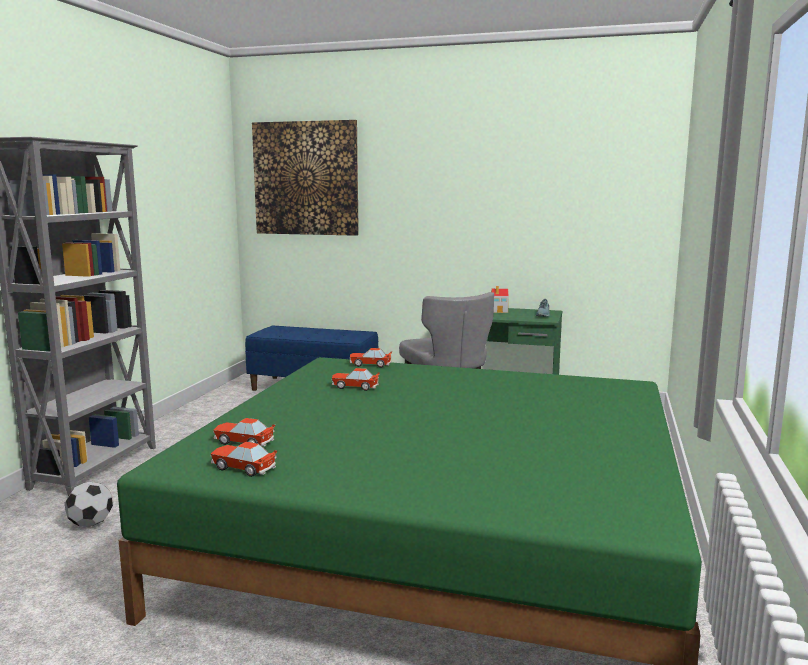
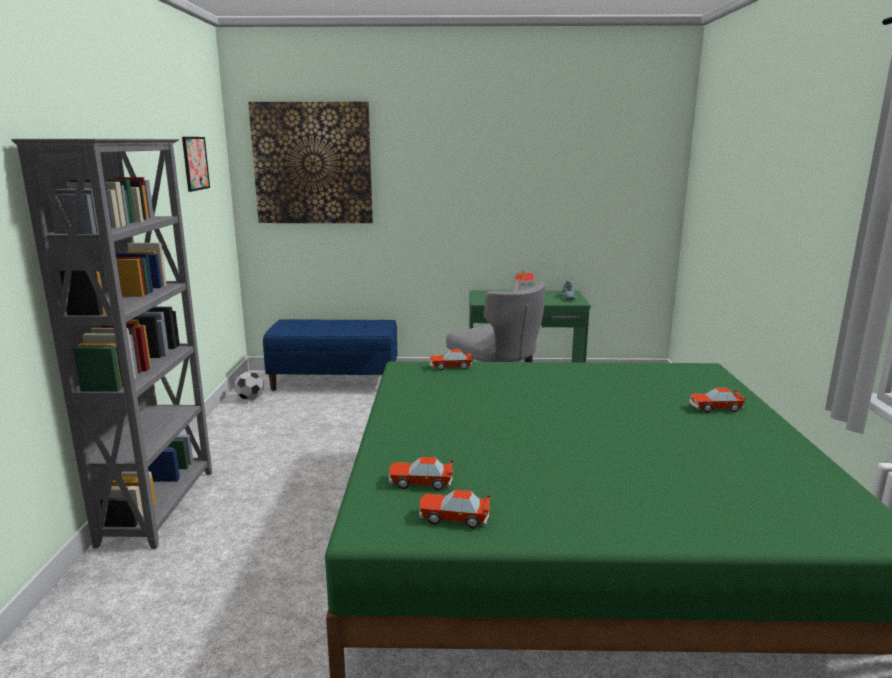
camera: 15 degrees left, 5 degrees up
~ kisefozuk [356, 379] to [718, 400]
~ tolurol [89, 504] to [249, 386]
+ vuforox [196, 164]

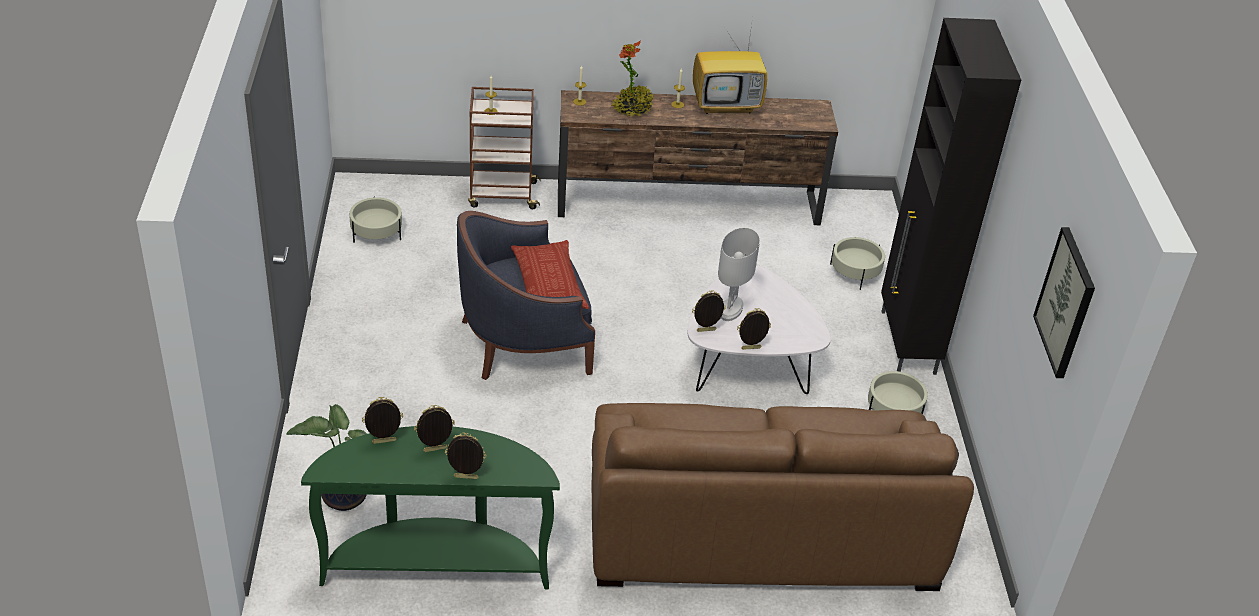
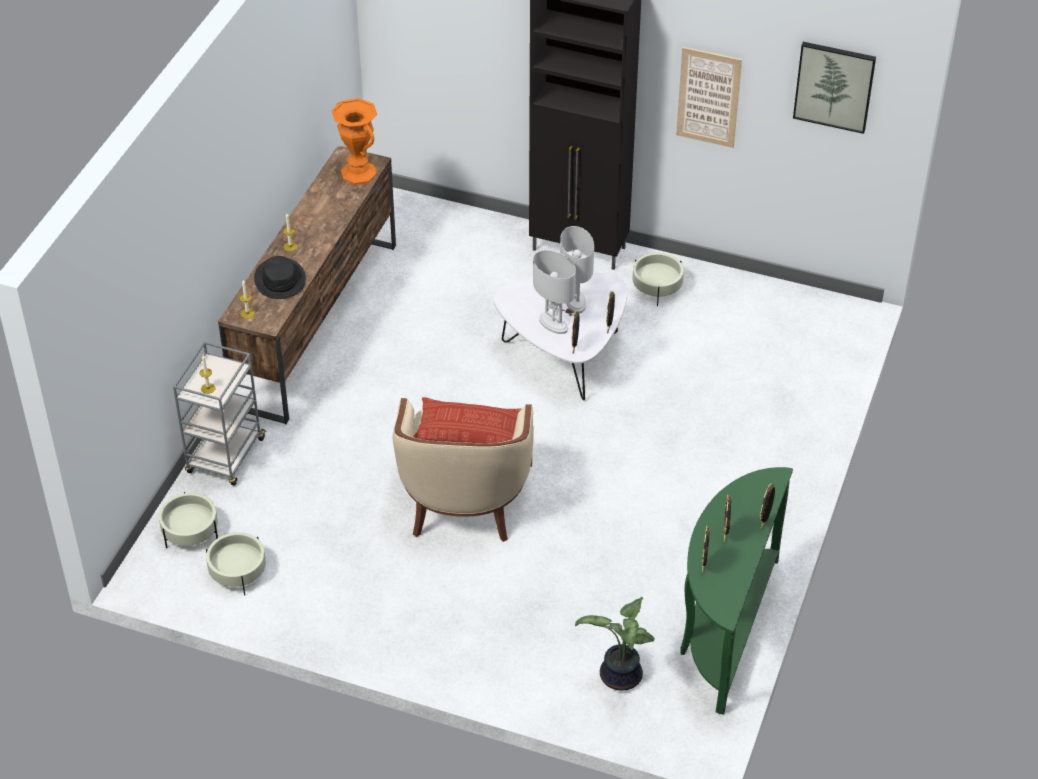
camera: 65 degrees left, 5 degrees up
- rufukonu [730, 69]
~ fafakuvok [632, 79] to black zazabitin [280, 277]
~ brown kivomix [504, 148] to grey kivomix [220, 413]
~ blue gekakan [526, 295] to beige gekakan [463, 470]
~ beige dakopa [857, 263] to [188, 520]
- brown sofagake [783, 497]
+ vuforox [709, 97]
+ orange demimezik [354, 141]
+ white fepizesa [577, 269]

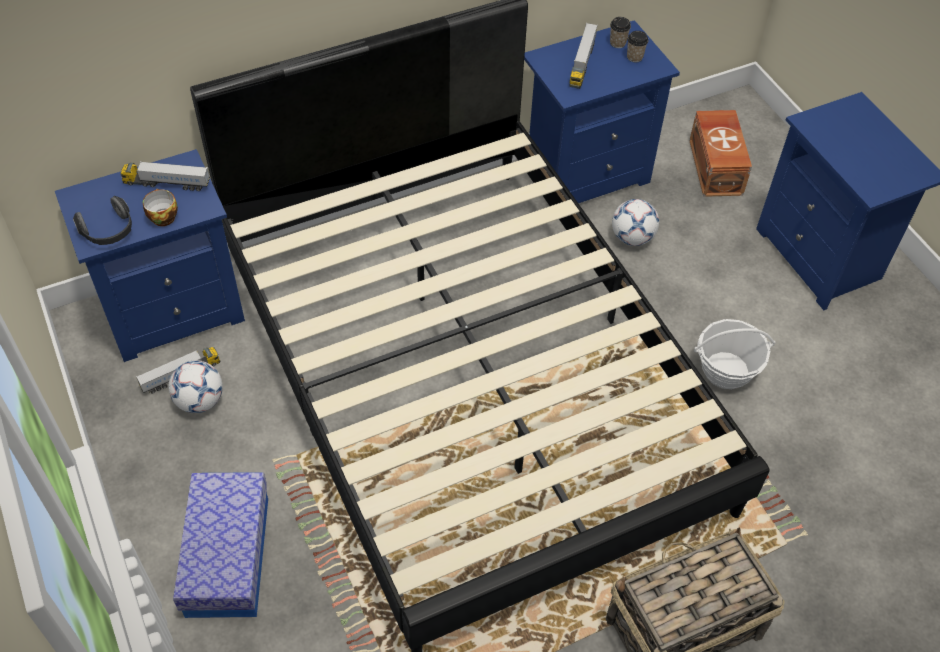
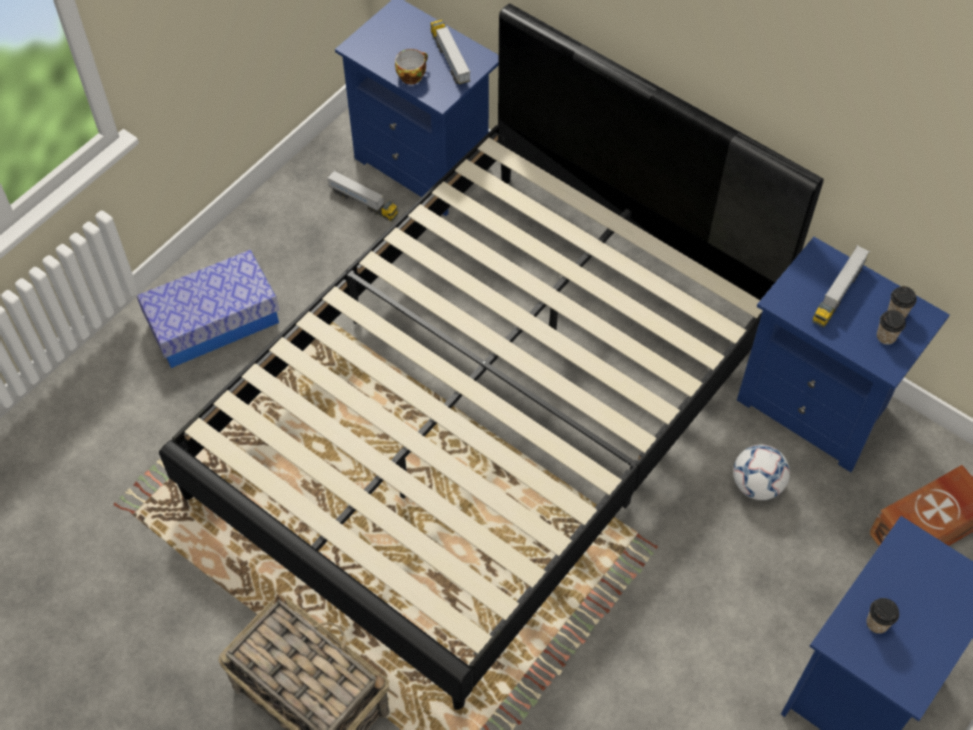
camera: 65 degrees right, 5 degrees up
~ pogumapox [583, 56] = [841, 286] 45 degrees counterclockwise
- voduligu [102, 220]
- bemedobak [735, 354]
- tolurol [195, 387]
+ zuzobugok [883, 616]

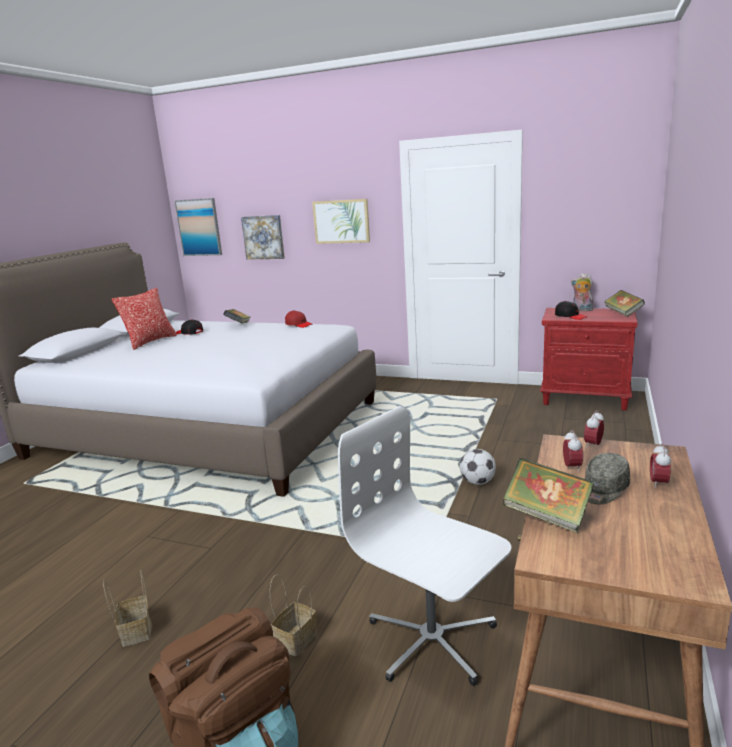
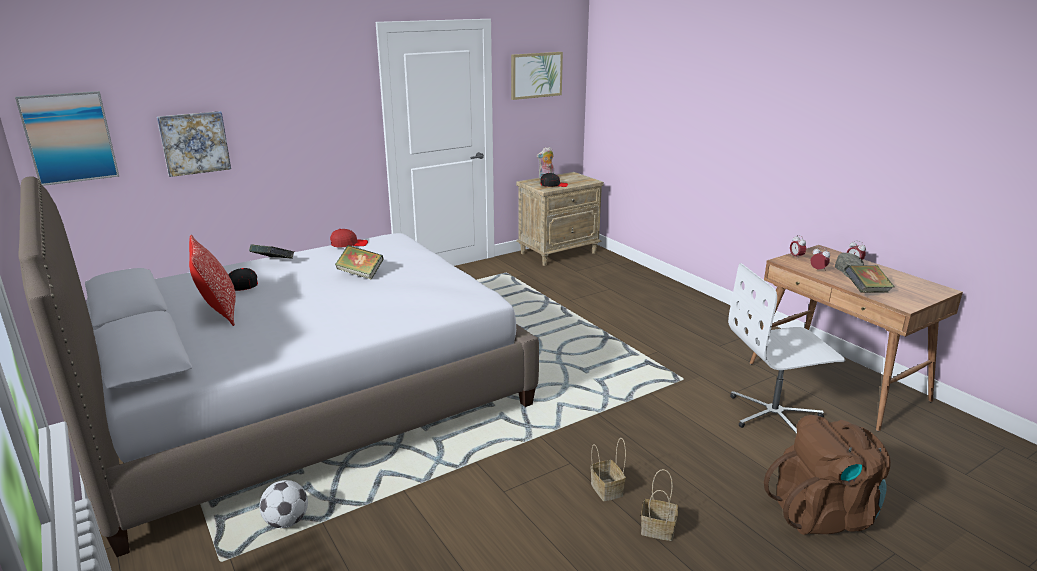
camera: 55 degrees left, 5 degrees up
~ vuforox [341, 221] to [537, 76]
~ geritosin [624, 303] to [359, 262]
~ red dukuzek [589, 359] to beige dukuzek [560, 219]
~ tolurol [478, 467] to [283, 504]
~ bemedobak [293, 615] to [608, 469]

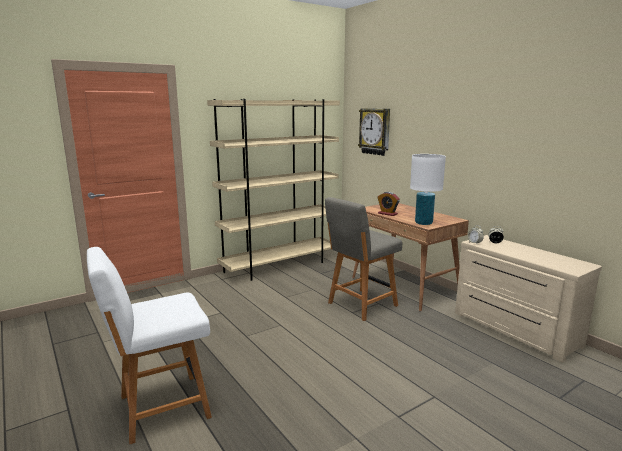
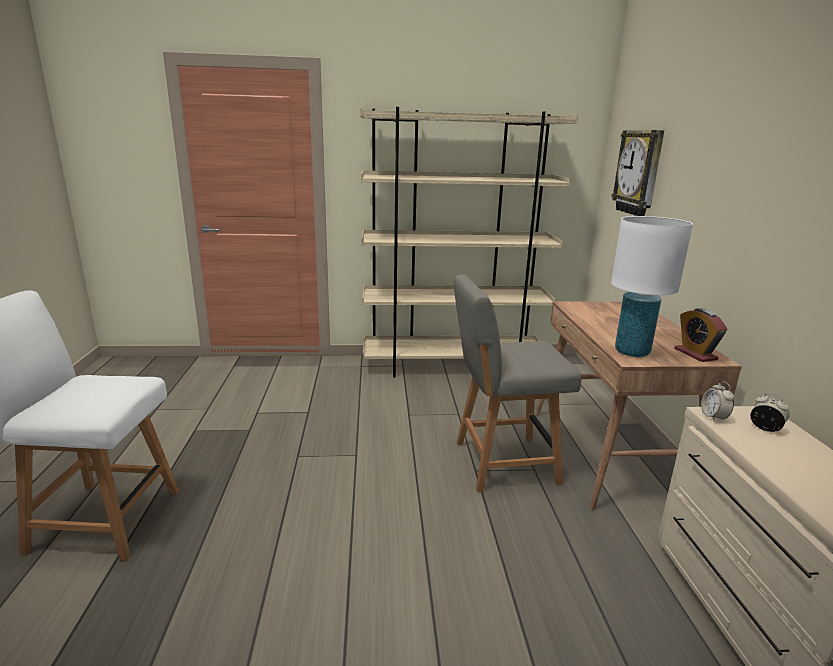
camera: 30 degrees right, 5 degrees up
~ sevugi [389, 204] to [701, 335]

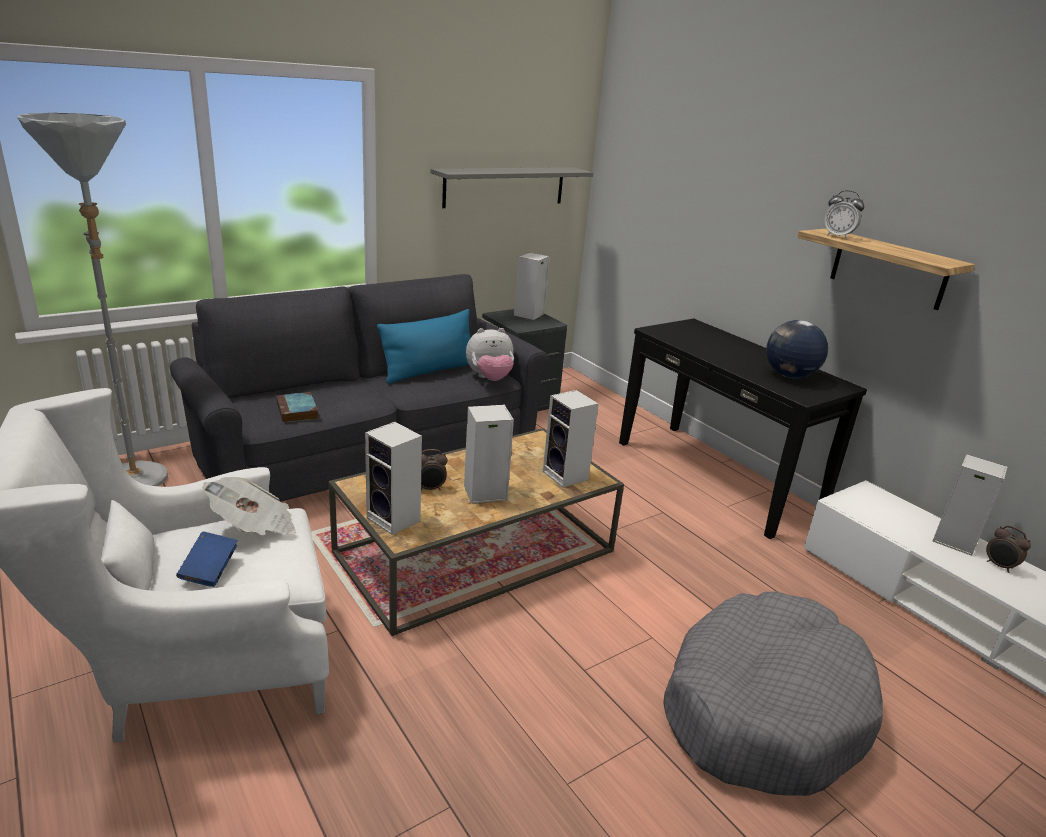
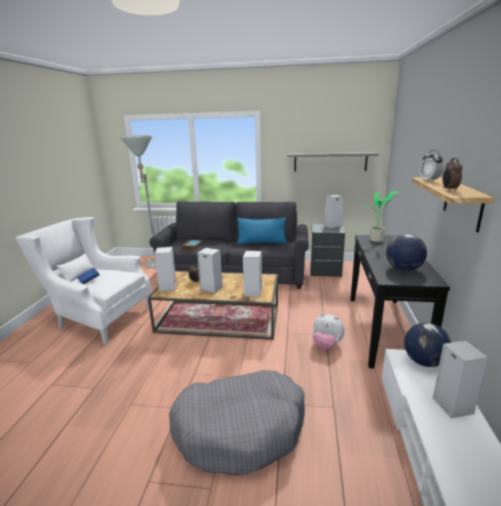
camera: 45 degrees right, 5 degrees down
~ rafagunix [490, 354] to [328, 332]
- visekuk [249, 506]
~ sevugi [1008, 549] to [452, 174]
+ fafakuvok [381, 216]
+ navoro [427, 345]

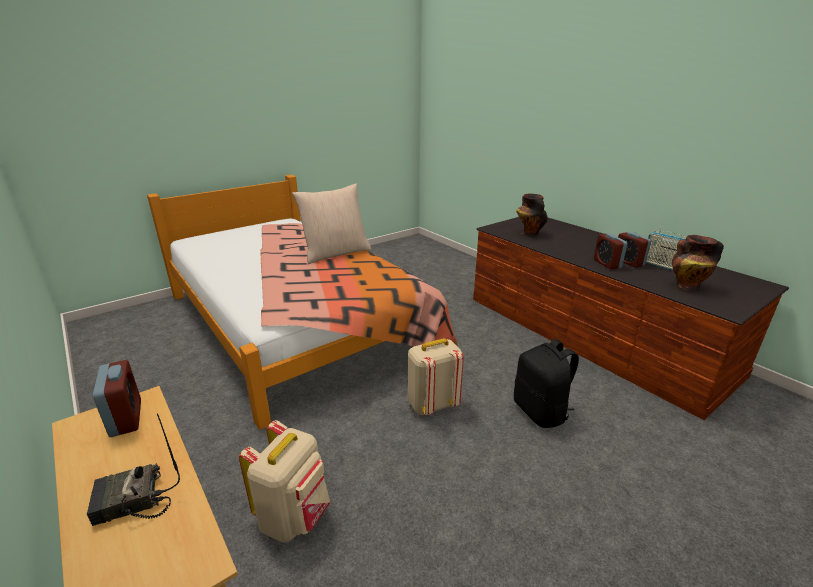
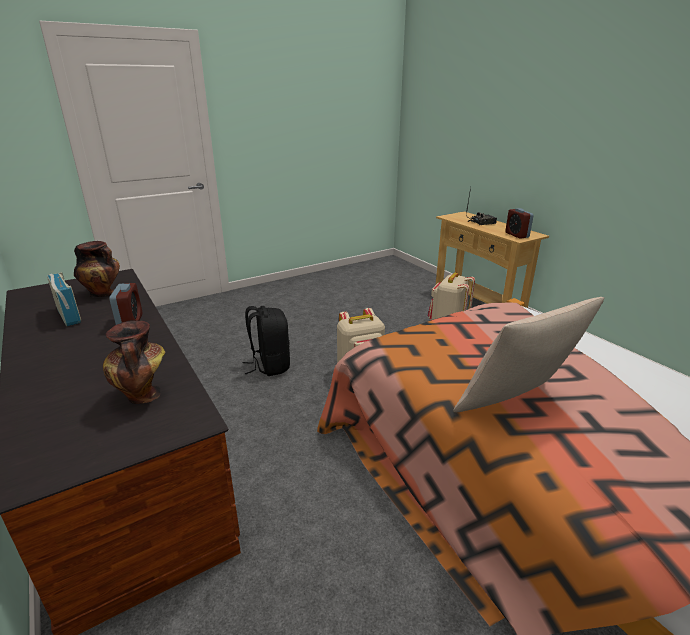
camera: 175 degrees left, 0 degrees up
- sevugi [634, 250]

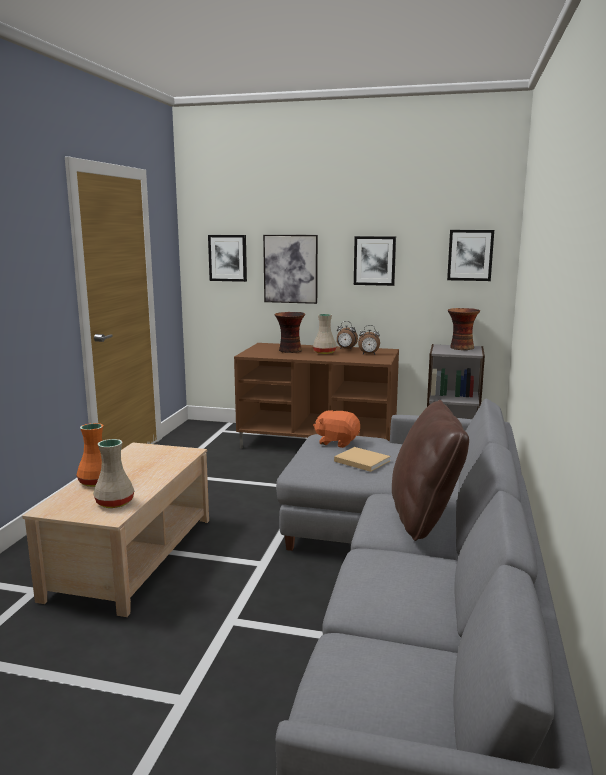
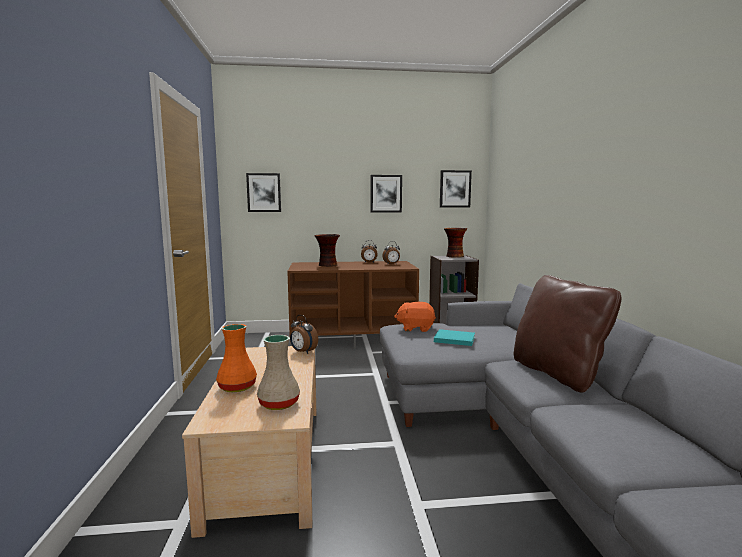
camera: 20 degrees left, 5 degrees down
- vuforox [290, 269]
- beige demimezik [325, 334]
~ beige geritosin [362, 459] to turquoise geritosin [454, 337]
+ sevugi [304, 334]

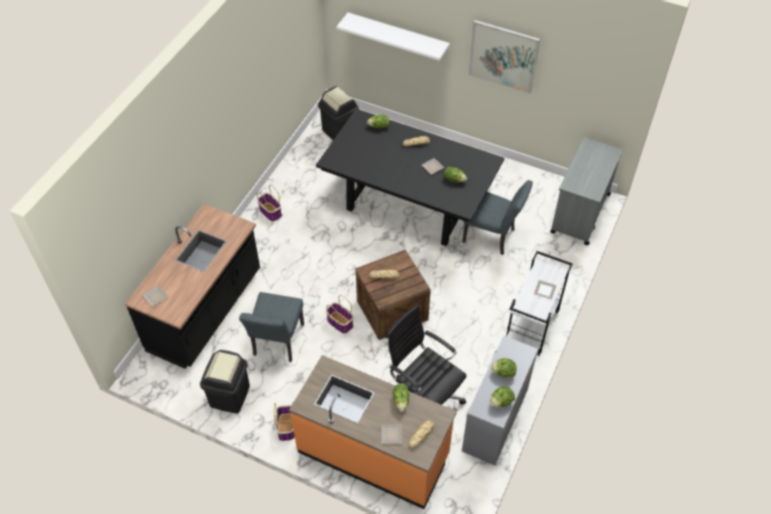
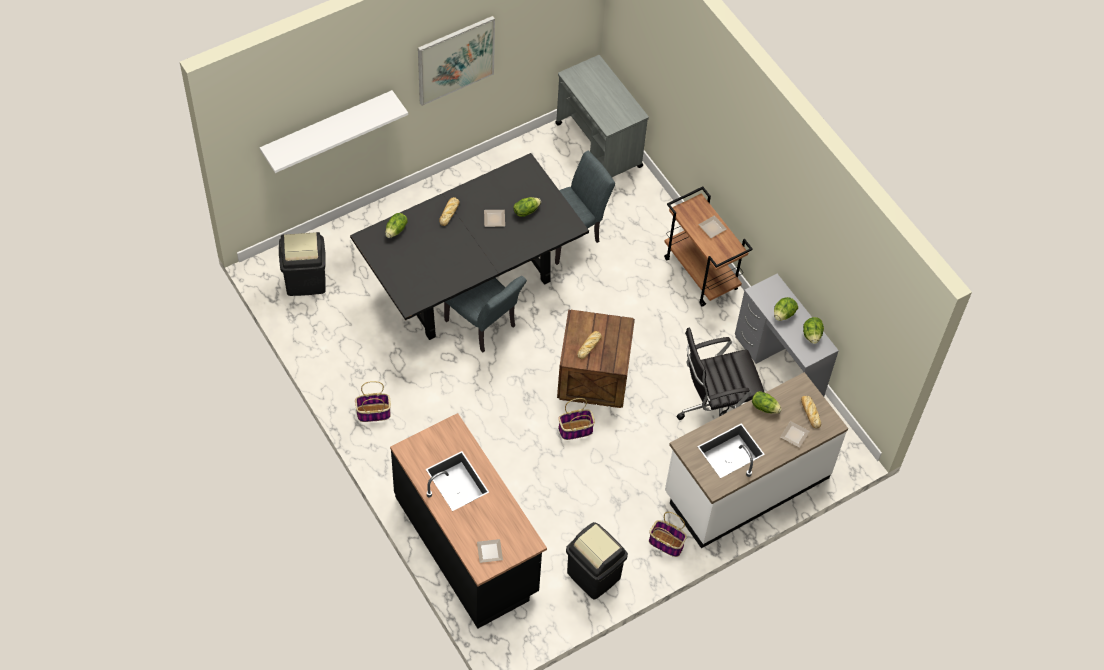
camera: 60 degrees left, 5 degrees up
~ white kivomix [539, 303] to brown kivomix [708, 247]
~ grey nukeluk [271, 327] to [485, 314]
~ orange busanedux [373, 432] to white busanedux [756, 460]

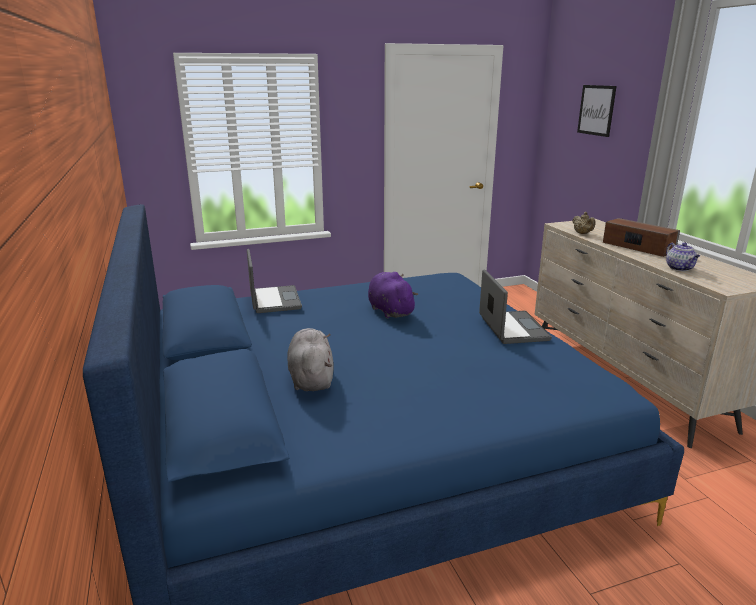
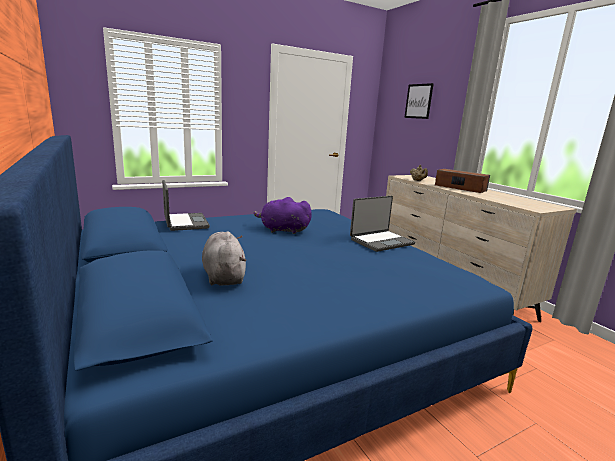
camera: 10 degrees left, 5 degrees down
- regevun [683, 256]
~ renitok [515, 307] = [382, 224] 75 degrees clockwise
~ purple rafagunix [393, 295] = [283, 215] 45 degrees counterclockwise

